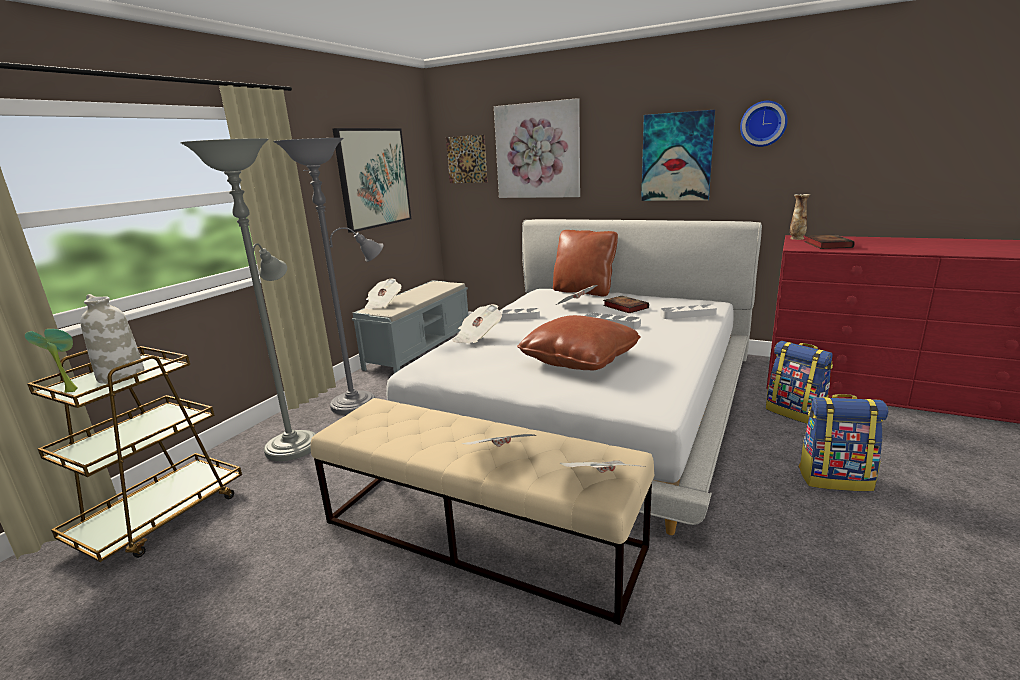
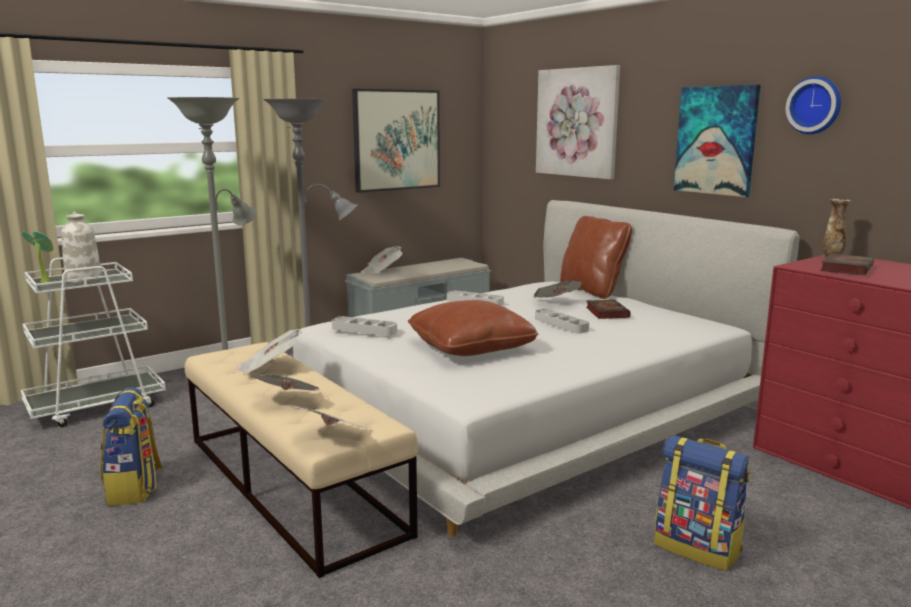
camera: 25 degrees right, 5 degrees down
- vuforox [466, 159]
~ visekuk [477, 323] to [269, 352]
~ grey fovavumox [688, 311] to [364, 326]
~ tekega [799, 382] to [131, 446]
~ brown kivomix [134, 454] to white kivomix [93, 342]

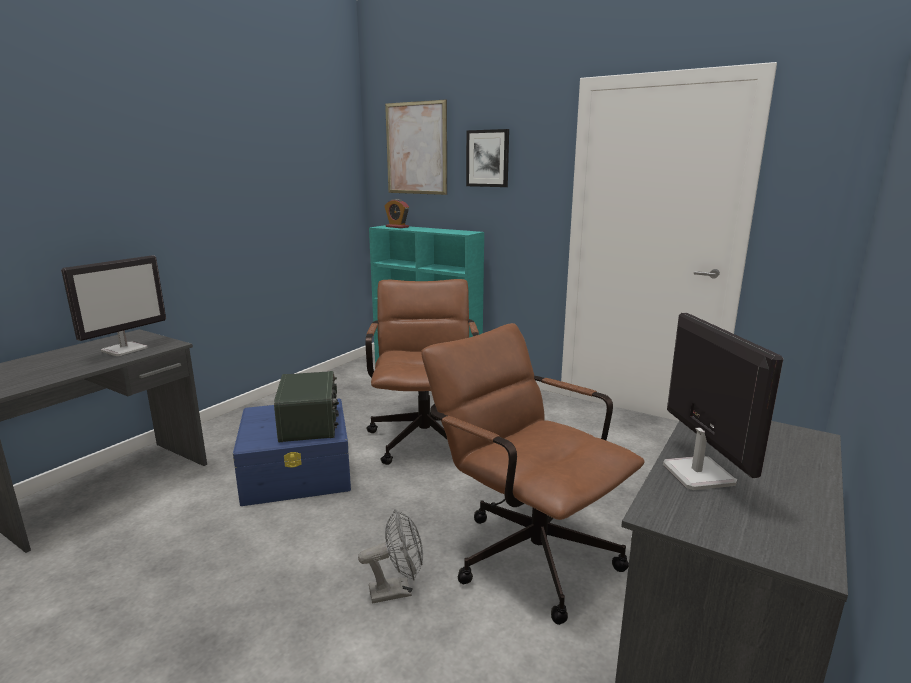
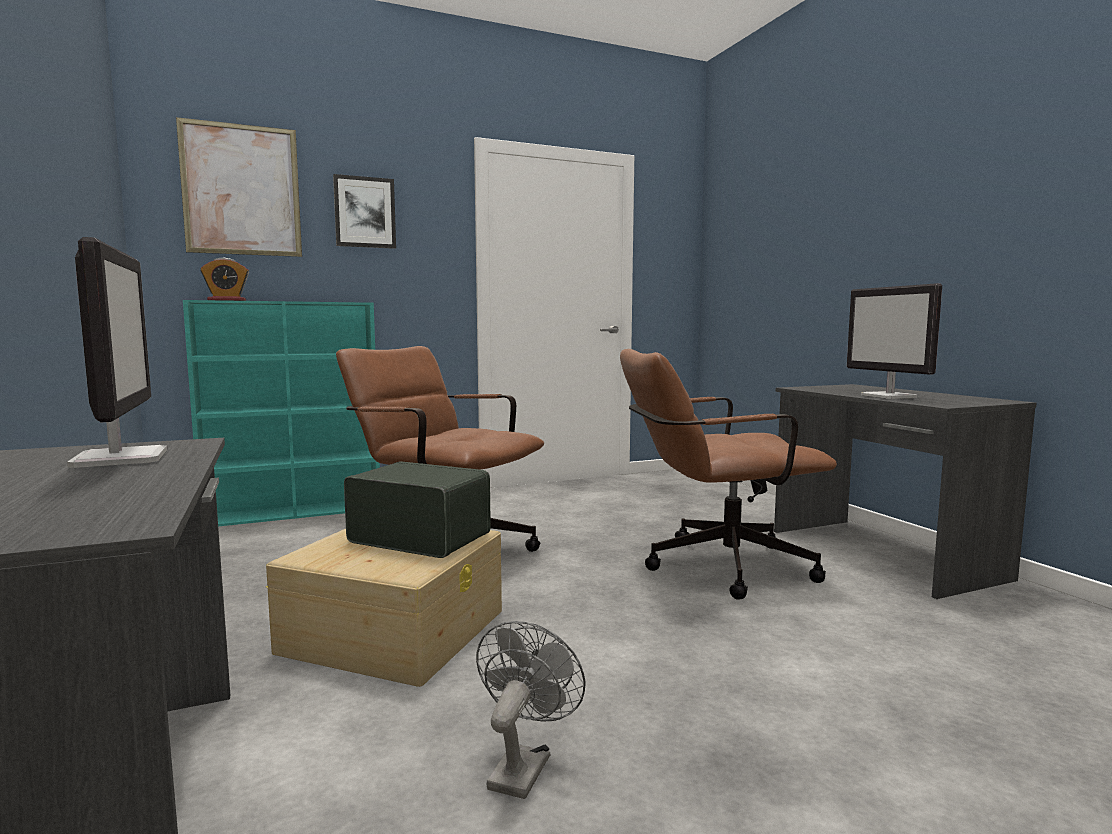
camera: 55 degrees left, 10 degrees down
~ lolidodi [723, 401] = [894, 341] 135 degrees counterclockwise
~ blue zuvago [292, 452] to beige zuvago [384, 608]
~ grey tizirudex [390, 556] to [531, 710]

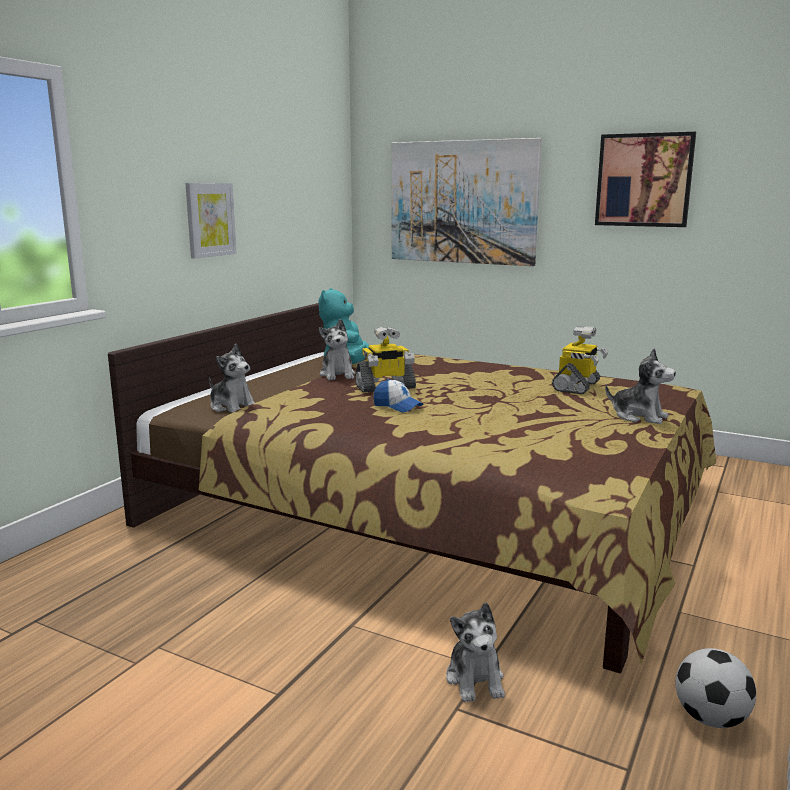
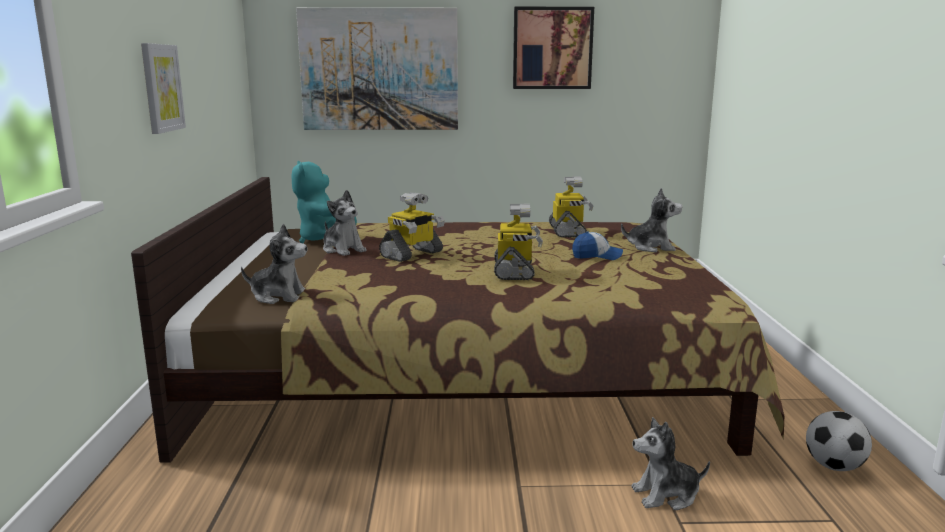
camera: 30 degrees left, 0 degrees up
~ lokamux [398, 396] to [597, 245]
~ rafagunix [475, 653] = [670, 463] 120 degrees clockwise
+ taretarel [518, 242]

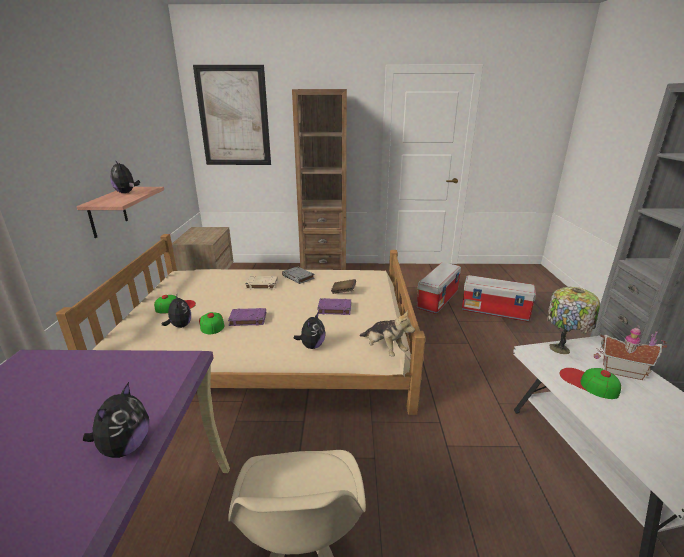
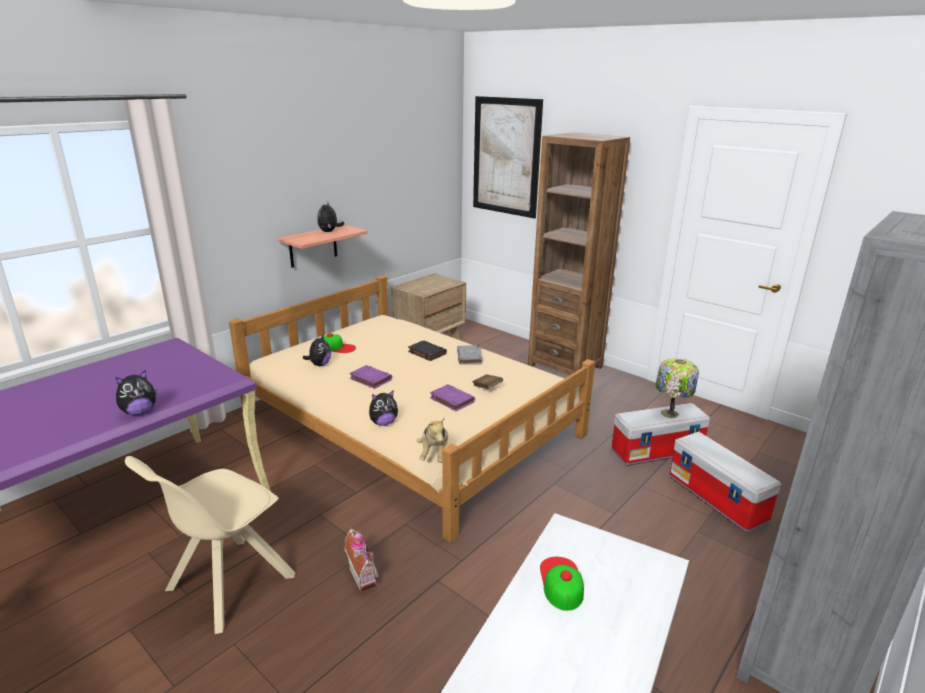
camera: 40 degrees right, 0 degrees up
~ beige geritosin [261, 283] to black geritosin [427, 350]
~ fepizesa [573, 320] to [677, 388]
- lokamux [211, 323]
~ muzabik [630, 352] to [361, 559]

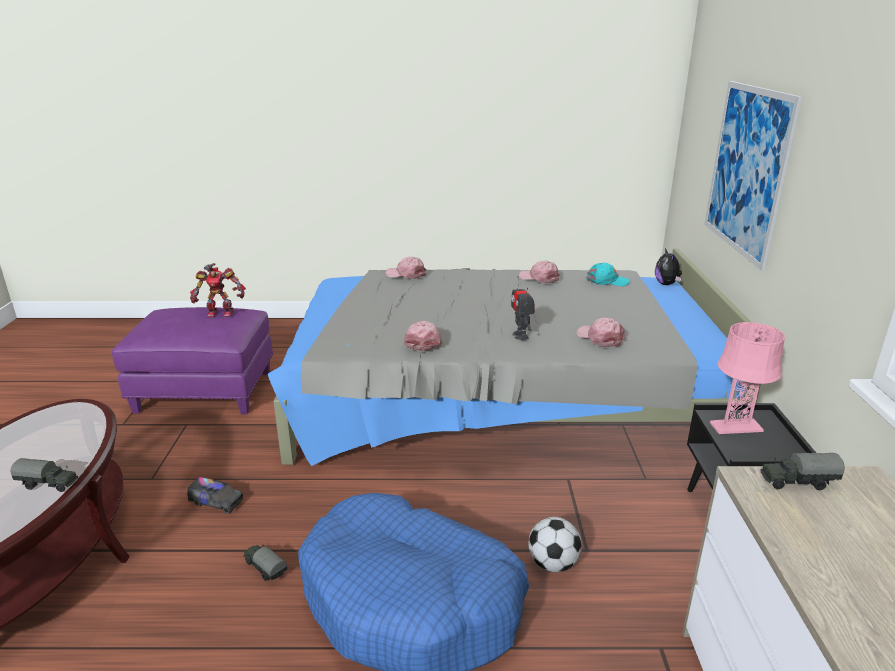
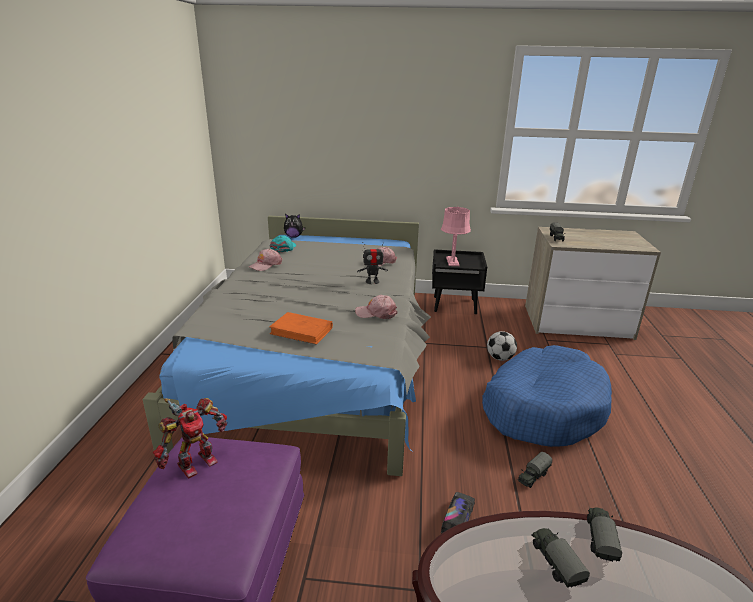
camera: 85 degrees left, 0 degrees up
- vuforox [753, 176]
- pink lokamux [406, 268]
~ taretarel [218, 290] = [190, 438] 45 degrees clockwise
+ orange geritosin [301, 328]
+ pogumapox [560, 558]

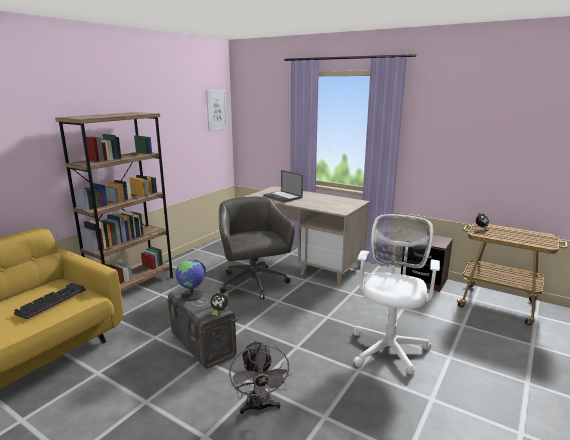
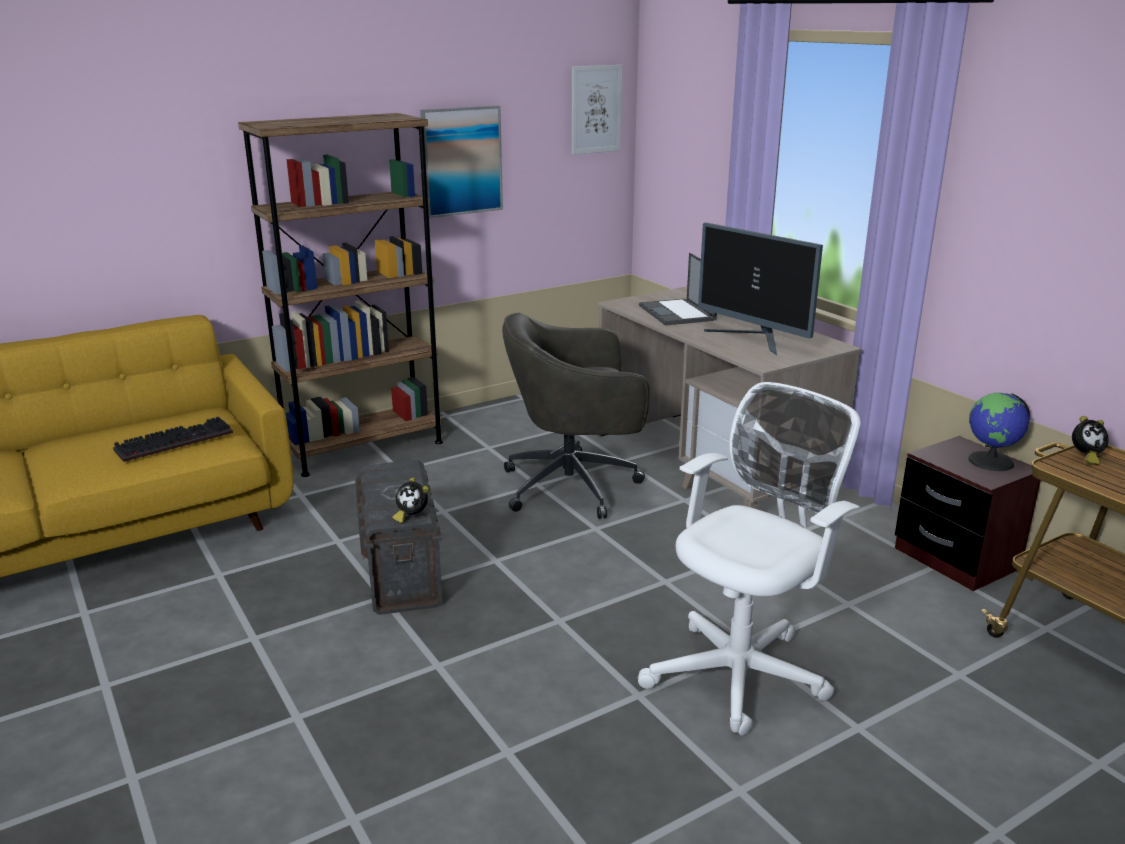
camera: 25 degrees right, 5 degrees up
~ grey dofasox [257, 248] = [576, 416] 105 degrees counterclockwise
~ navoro [190, 280] to [999, 432]
- grey tizirudex [260, 377]
+ vuforox [461, 161]
+ lolidodi [760, 289]

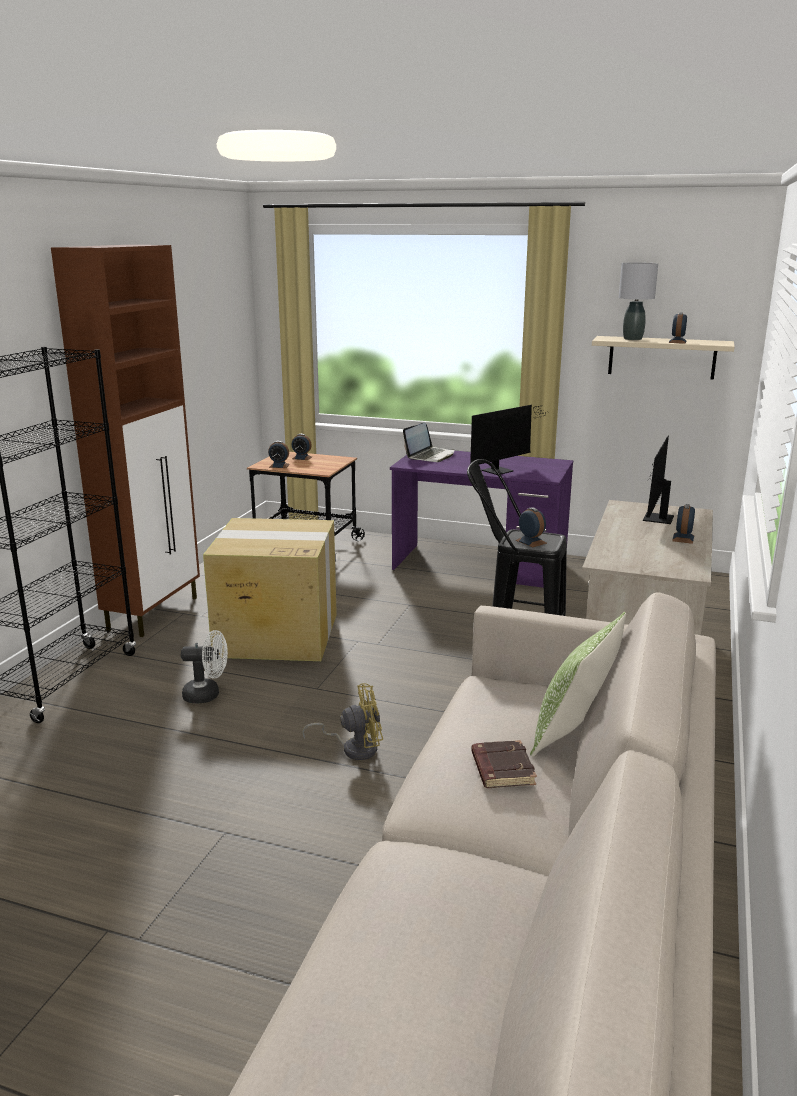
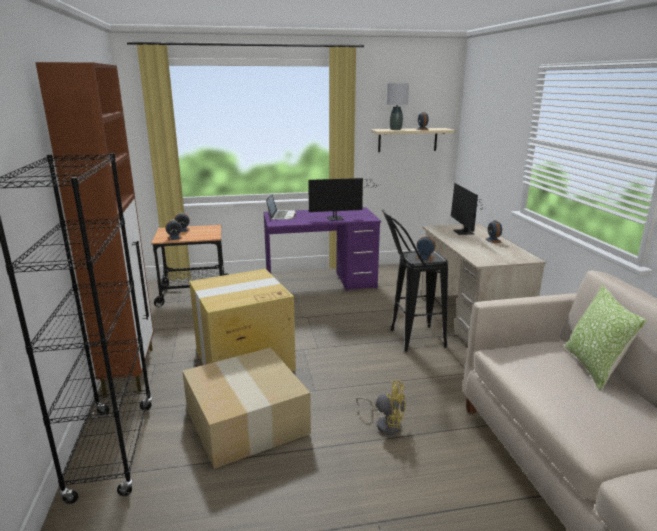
camera: 30 degrees left, 0 degrees up
~ lolidodi [509, 440] = [340, 199] 60 degrees clockwise
~ white tizirudex [204, 666] to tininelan [246, 408]
~ yellow tizirudex [342, 721] = [381, 407] 60 degrees clockwise
- brown geritosin [504, 764]

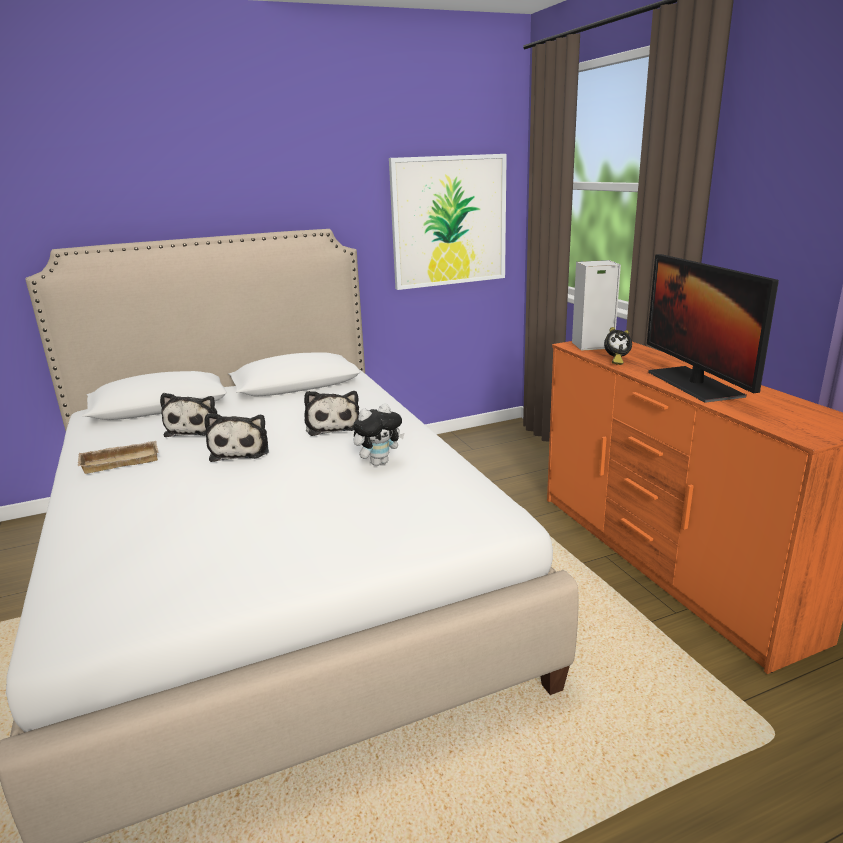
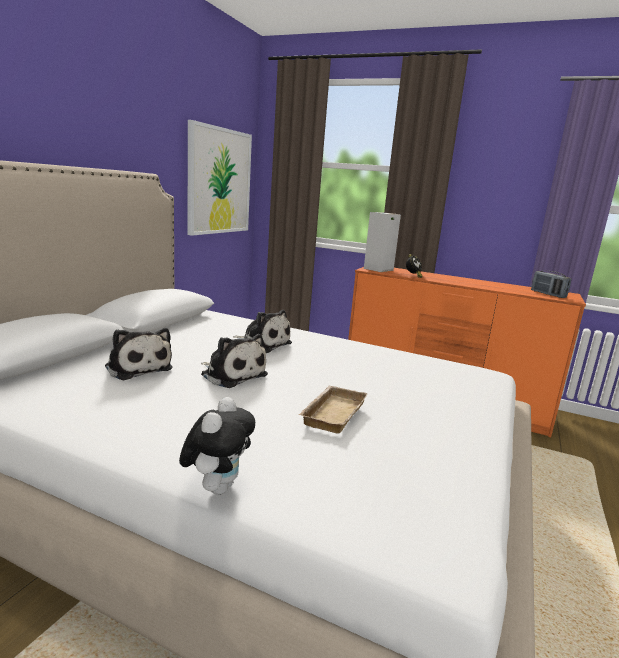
camera: 45 degrees left, 5 degrees down
- lolidodi [713, 328]
~ rafagunix [378, 434] to [217, 446]
~ beige fovavumox [117, 457] to [333, 410]
+ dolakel [551, 284]

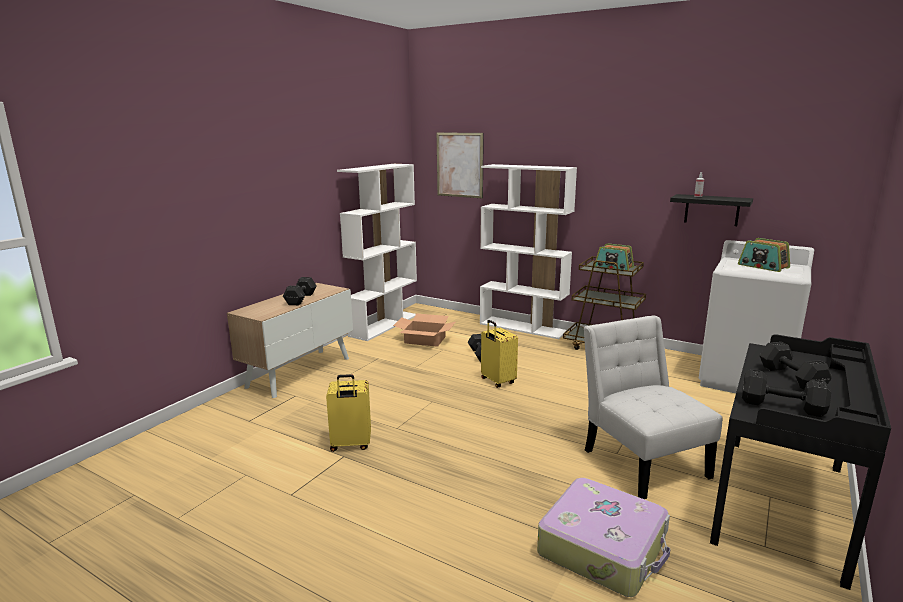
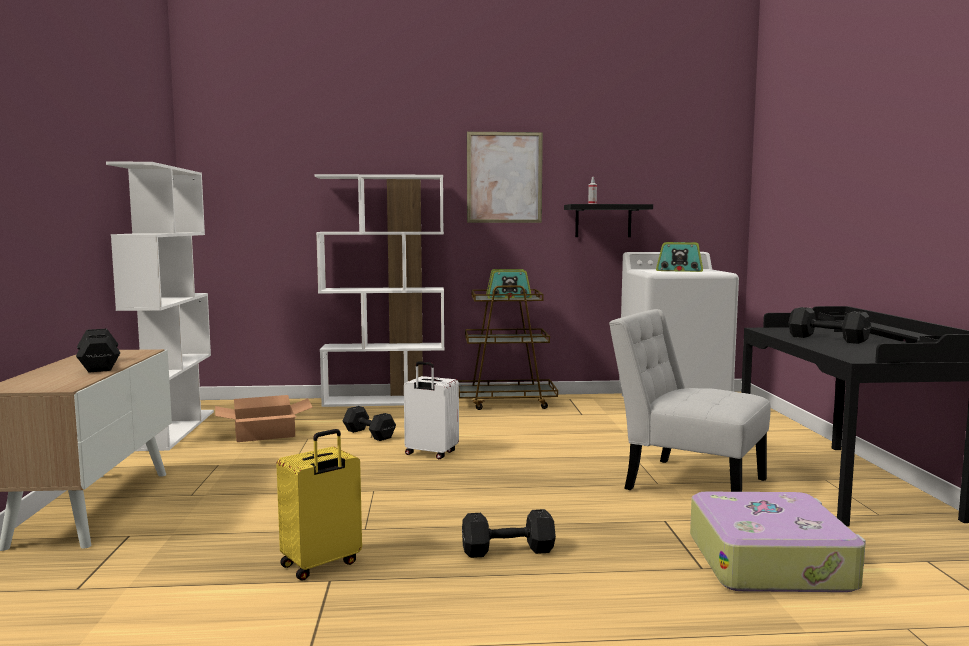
camera: 35 degrees left, 10 degrees down
~ vuforox [460, 166] to [505, 177]
~ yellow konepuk [499, 354] to white konepuk [431, 410]
~ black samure [786, 393] to [509, 533]

